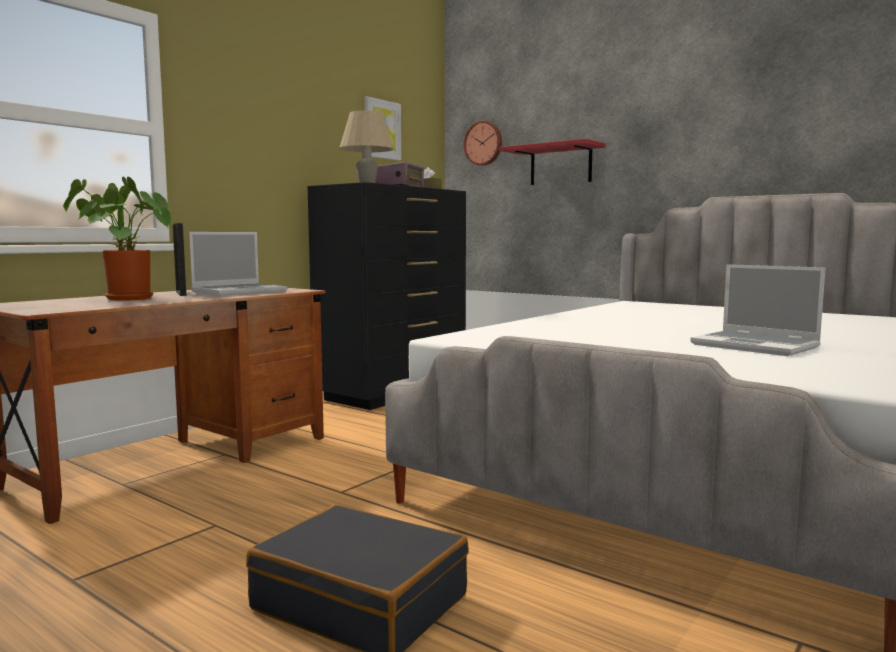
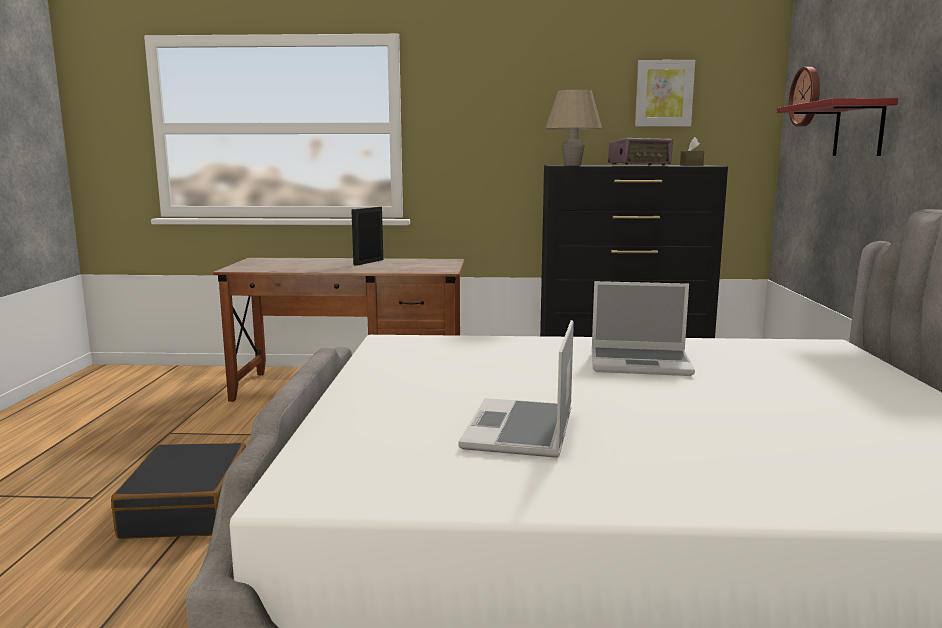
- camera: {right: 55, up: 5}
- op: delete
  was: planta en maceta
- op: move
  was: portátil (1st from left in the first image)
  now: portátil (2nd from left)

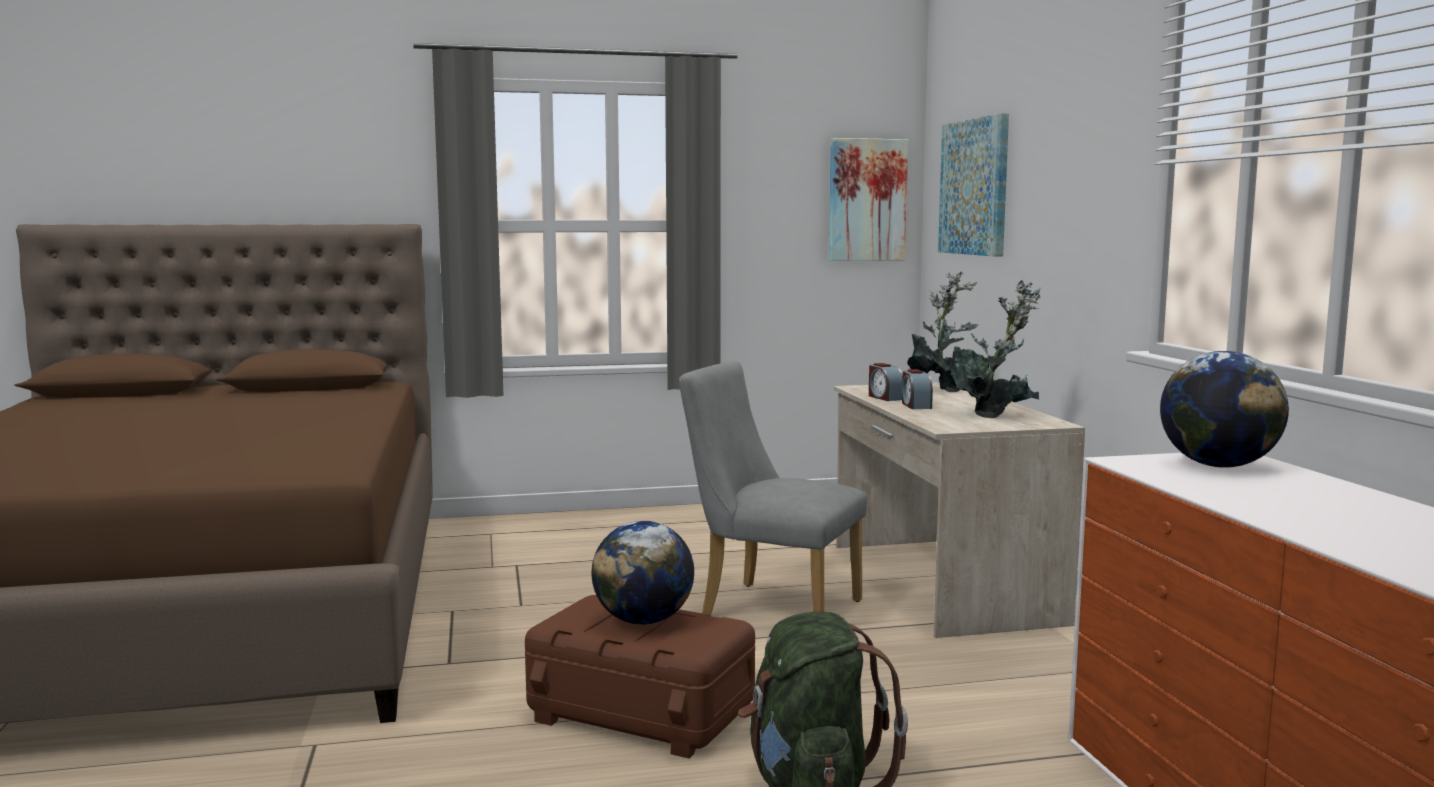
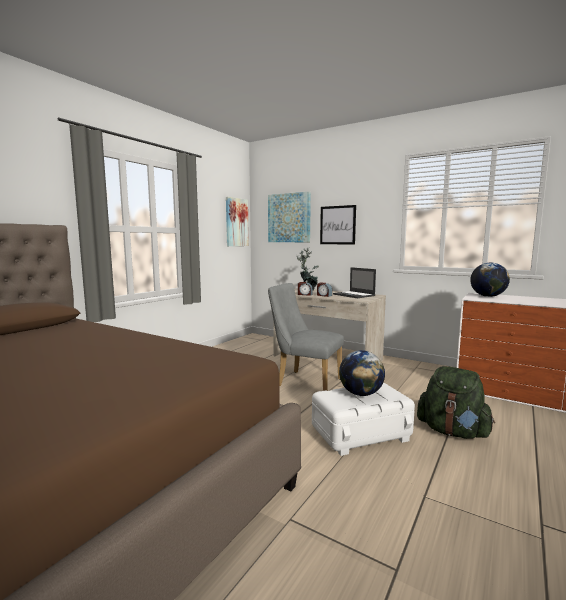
- camera: {right: -45, up: 0}
- op: recolor
  was: caja de almacenaje (marrón)
  now: caja de almacenaje (blanco)
- op: rotate
  was: silla (gris)
  clockwise: 45
- op: replace
  was: planta en maceta (2nd from left)
  now: portátil
- op: insert
  now: cuadro (3rd from left)

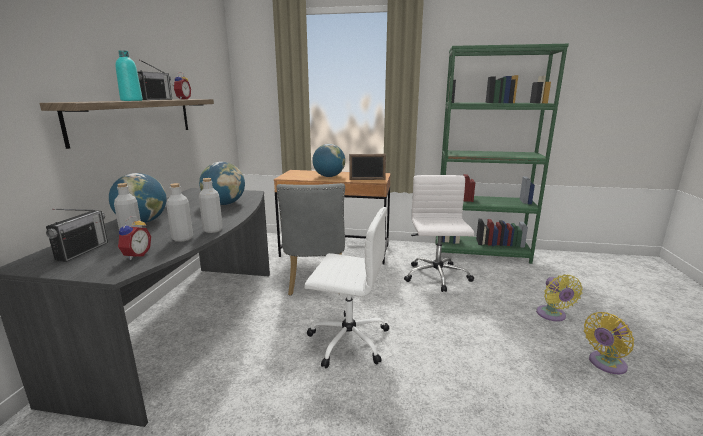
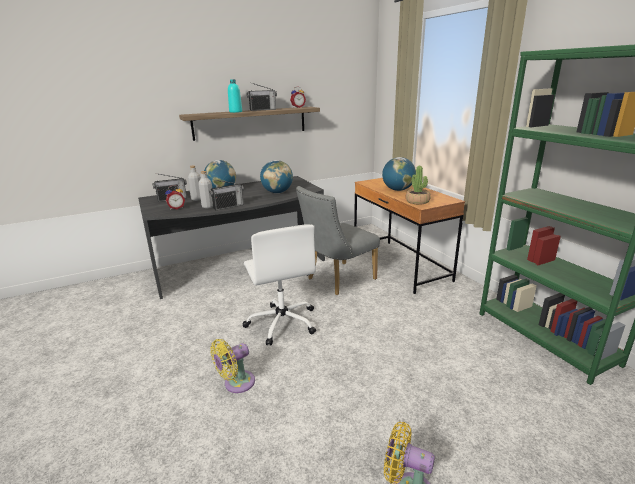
- camera: {right: 55, up: 5}
- op: replace
  was: botella (gris) (3rd from left)
  now: radio (2nd from left)
- op: replace
  was: portarretratos
  now: planta en maceta
- op: delete
  was: silla de oficina (blanco) (2nd from left)
- op: move
  was: ventilador (amarillo) (1st from left)

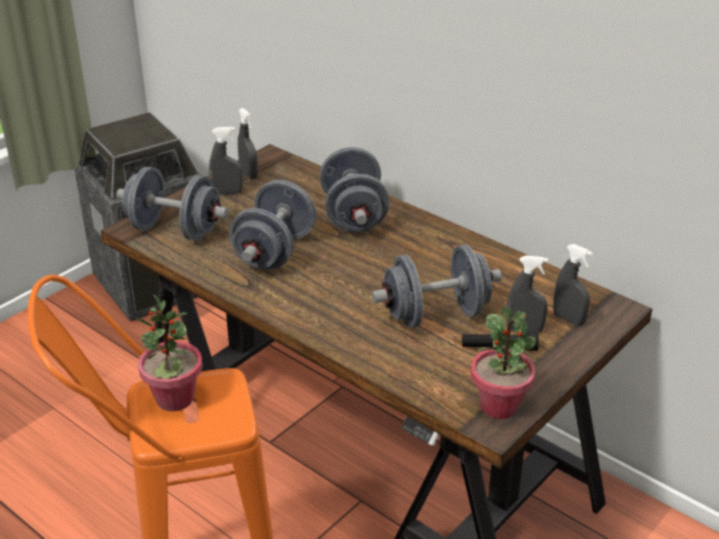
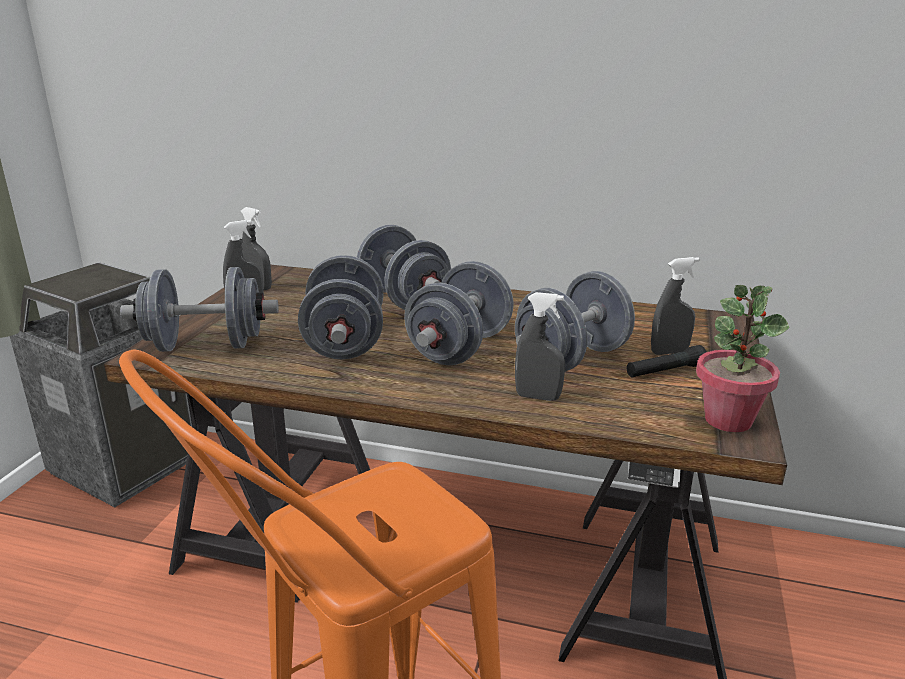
- camera: {right: -25, up: -10}
- op: delete
  was: planta en maceta (1st from left)
- op: move
  was: pulverizador (gris) (4th from left in the first image)
  now: pulverizador (gris) (3rd from left)
- op: insert
  now: mancuerna (gris) (4th from left)

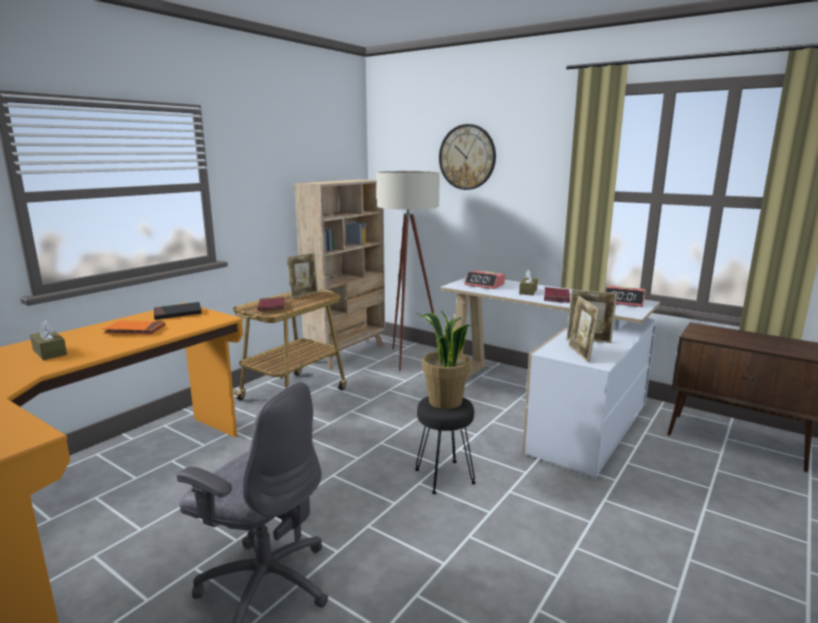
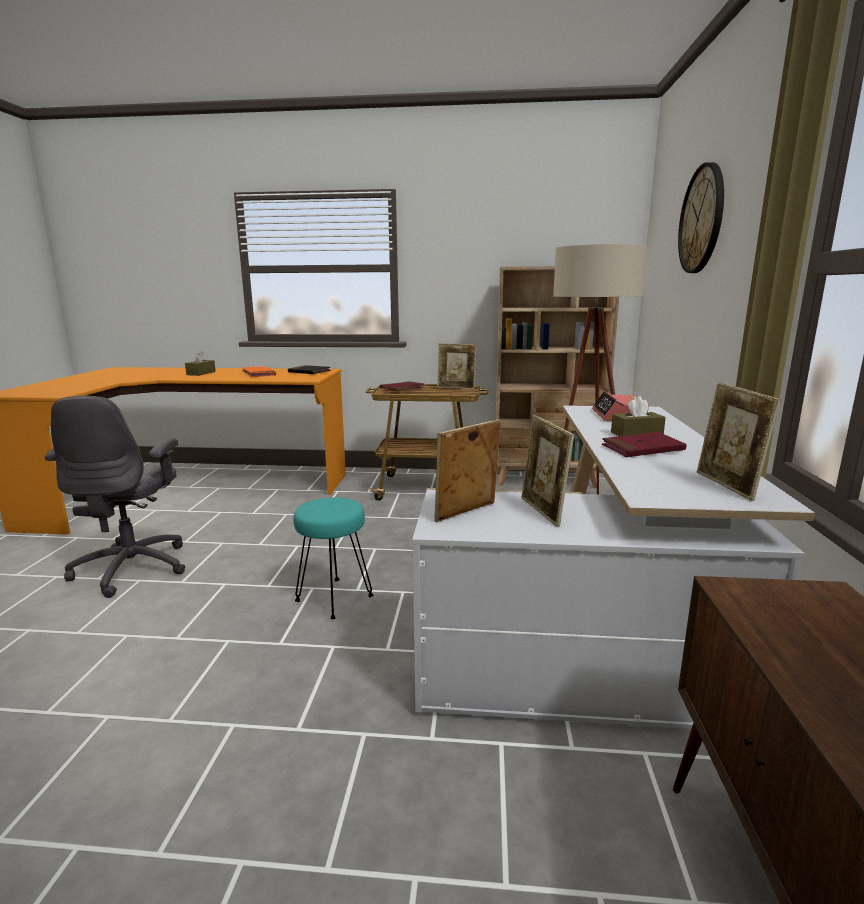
- camera: {right: 60, up: 0}
- op: recolor
  was: taburete (negro)
  now: taburete (turquesa)
- op: delete
  was: planta en maceta
- op: replace
  was: despertador (2nd from left)
  now: portarretratos (4th from left)

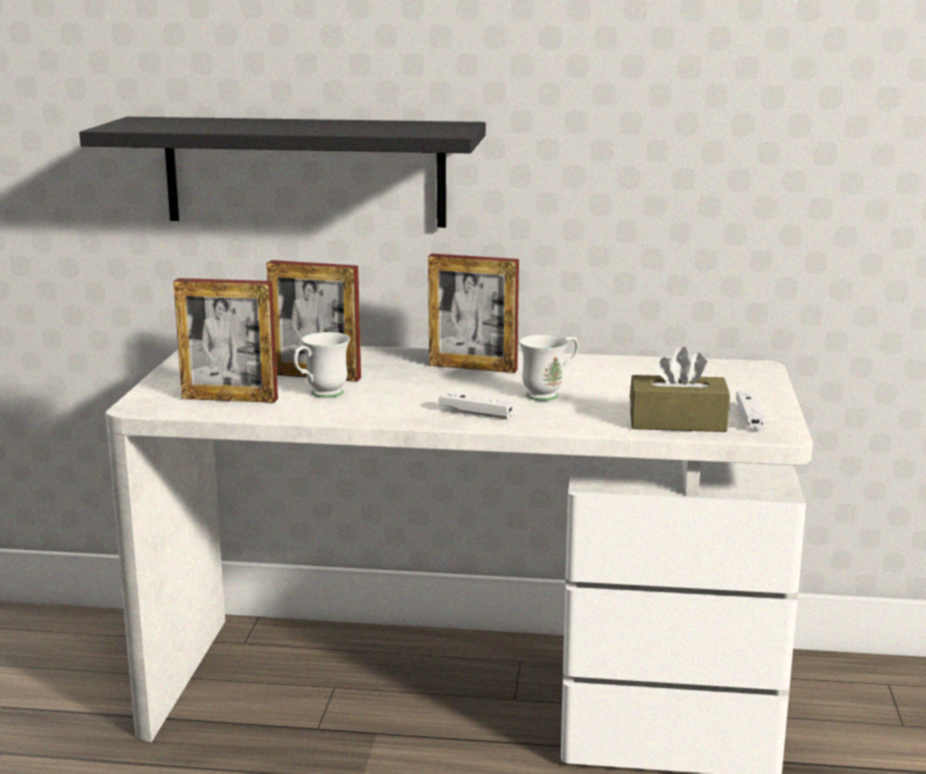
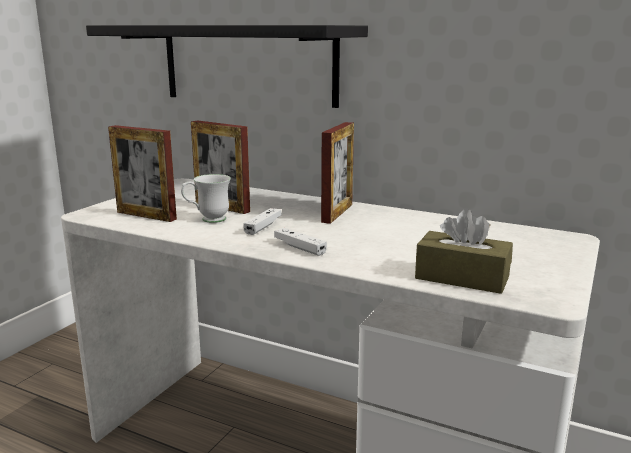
- camera: {right: 20, up: 0}
- op: rotate
  was: portarretratos (3rd from left)
  clockwise: -105
- op: delete
  was: taza grande (blanco) (2nd from left)
- op: move
  was: mando de consola (blanco) (2nd from left in the first image)
  now: mando de consola (blanco) (1st from left)

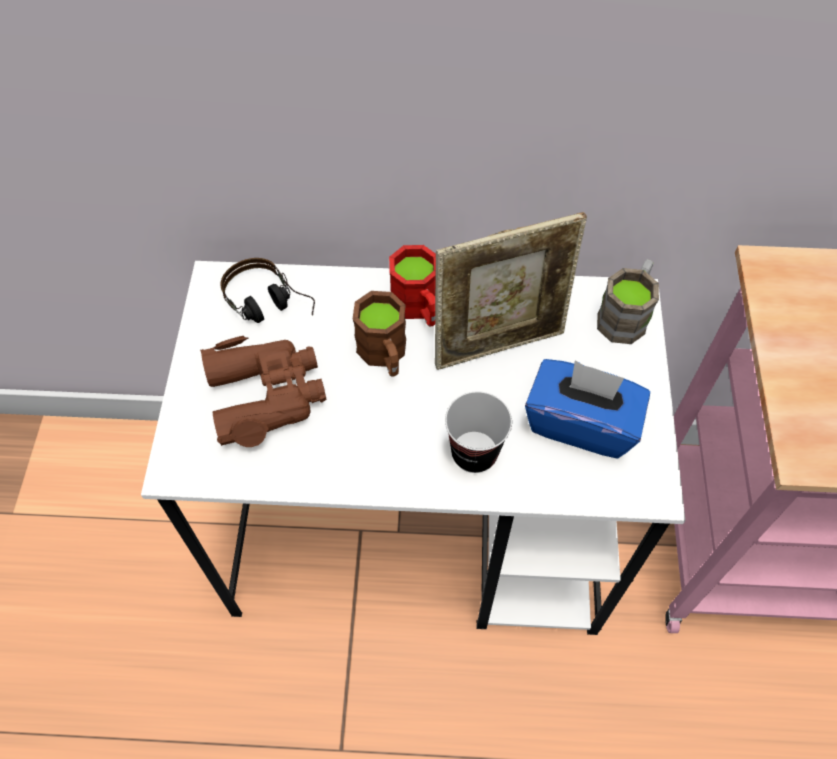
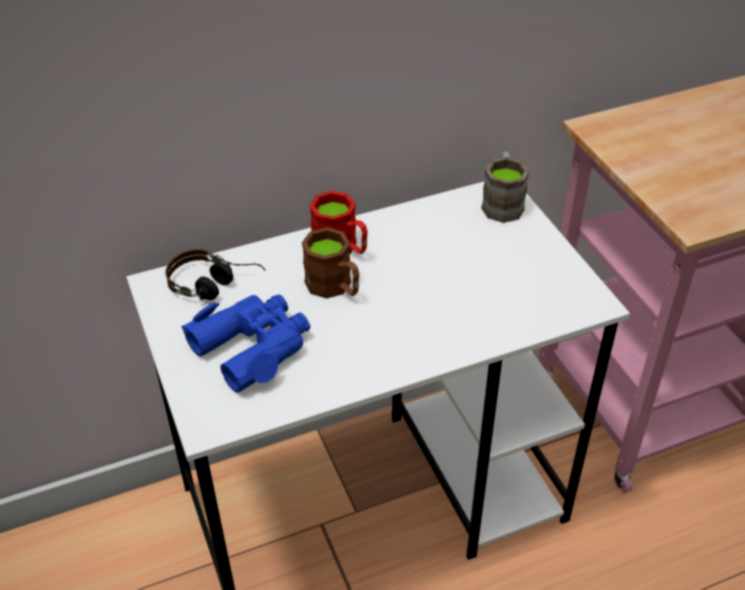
- camera: {right: -25, up: -15}
- op: recolor
  was: prismáticos (marrón)
  now: prismáticos (azul)
- op: delete
  was: portarretratos
- op: delete
  was: taza
- op: delete
  was: caja de pañuelos (azul)

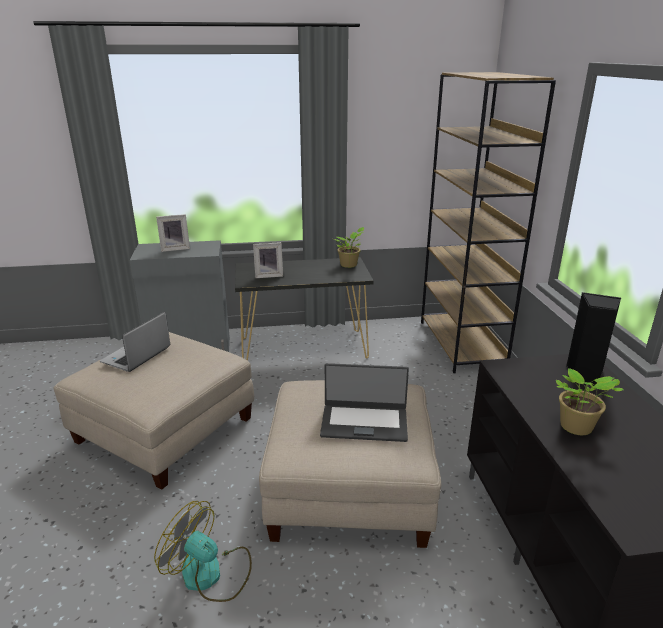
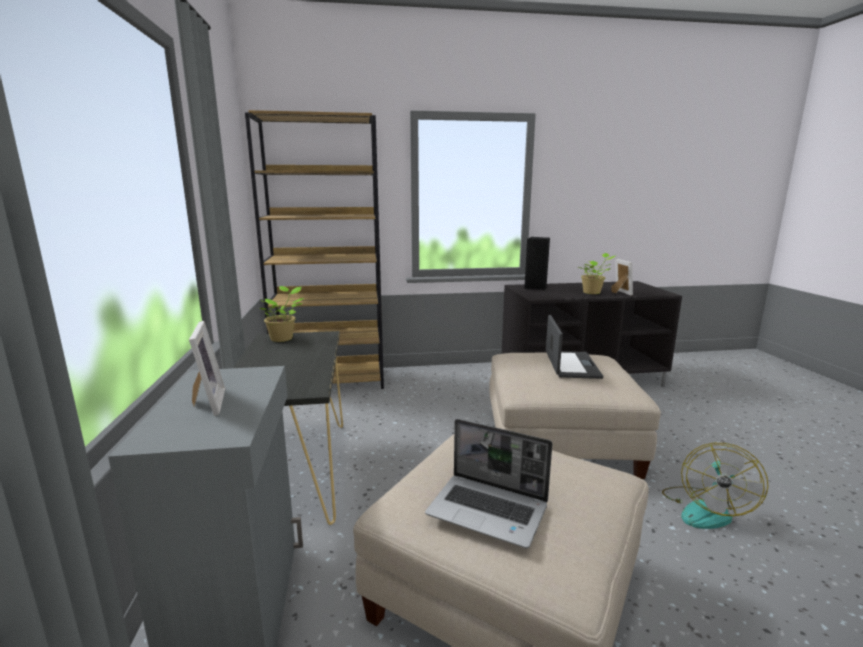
- camera: {right: -90, up: -10}
- op: move
  was: portarretratos (2nd from left)

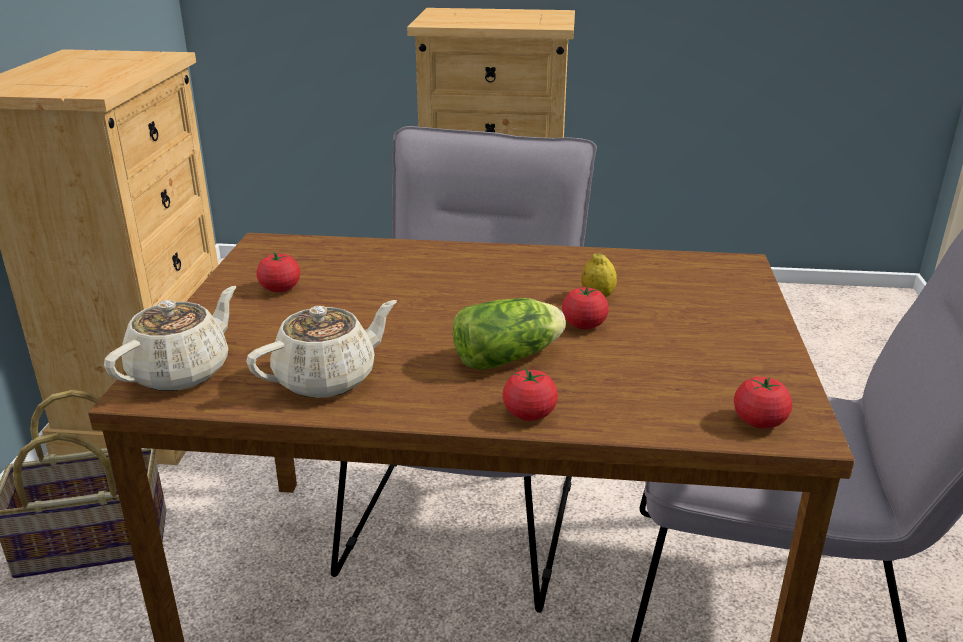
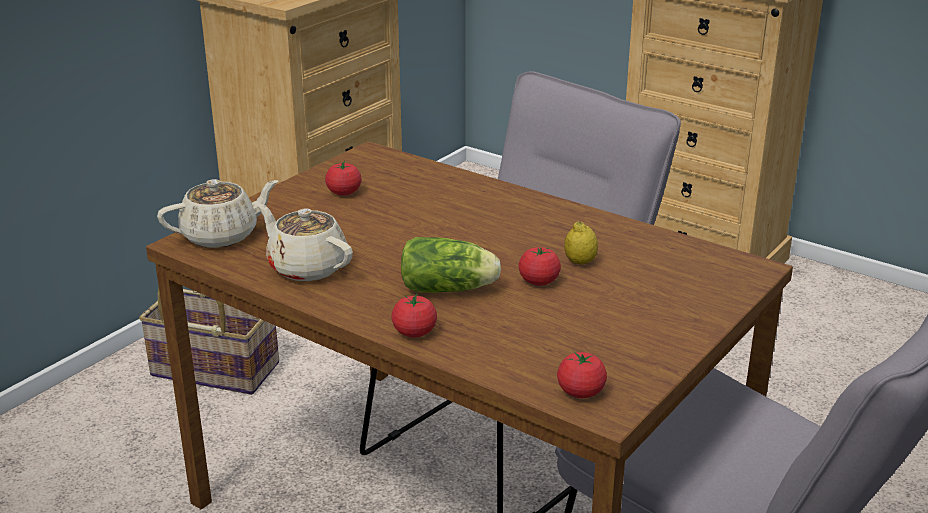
- camera: {right: 30, up: 0}
- op: rotate
  was: tetera (beis) (2nd from left)
  clockwise: -135

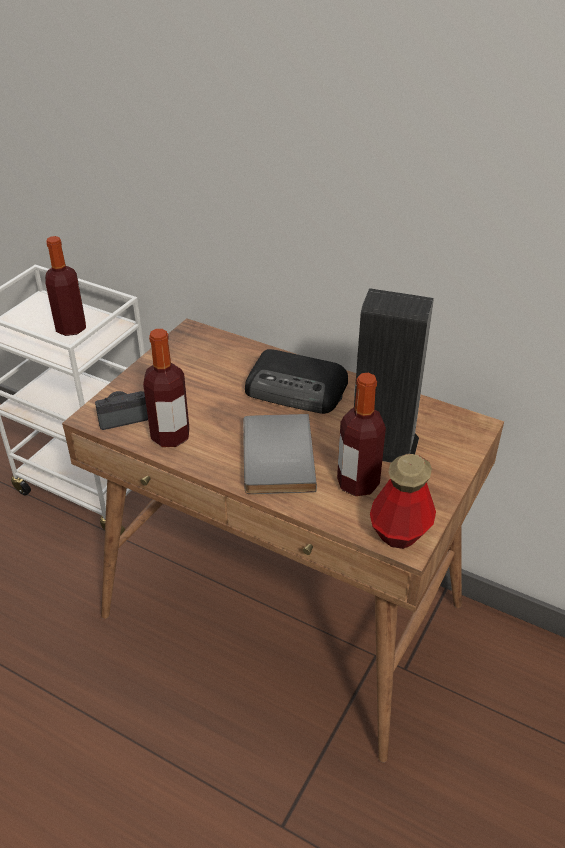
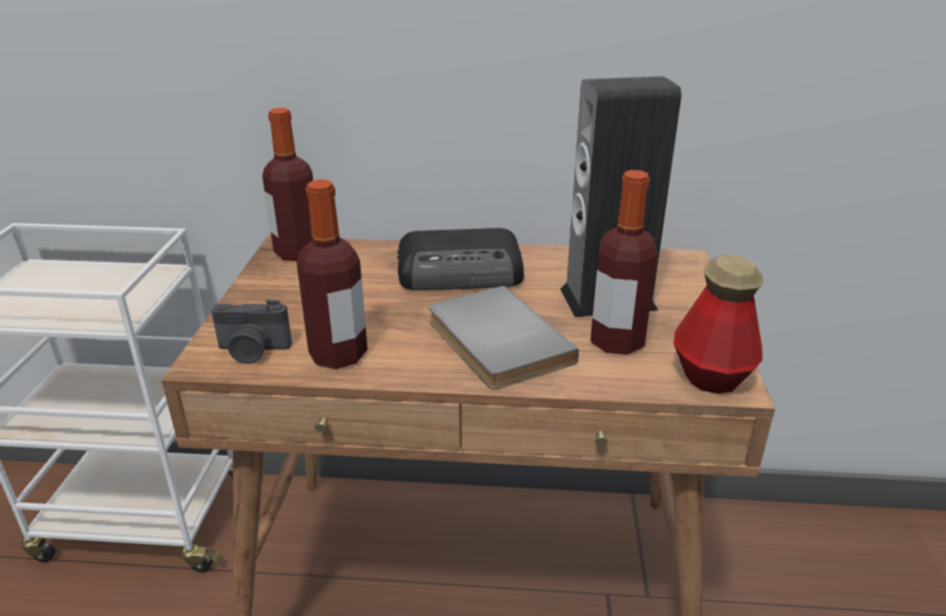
- camera: {right: -25, up: -10}
- op: move
  was: botella (1st from left)
- op: rotate
  was: cámara
  clockwise: -135

